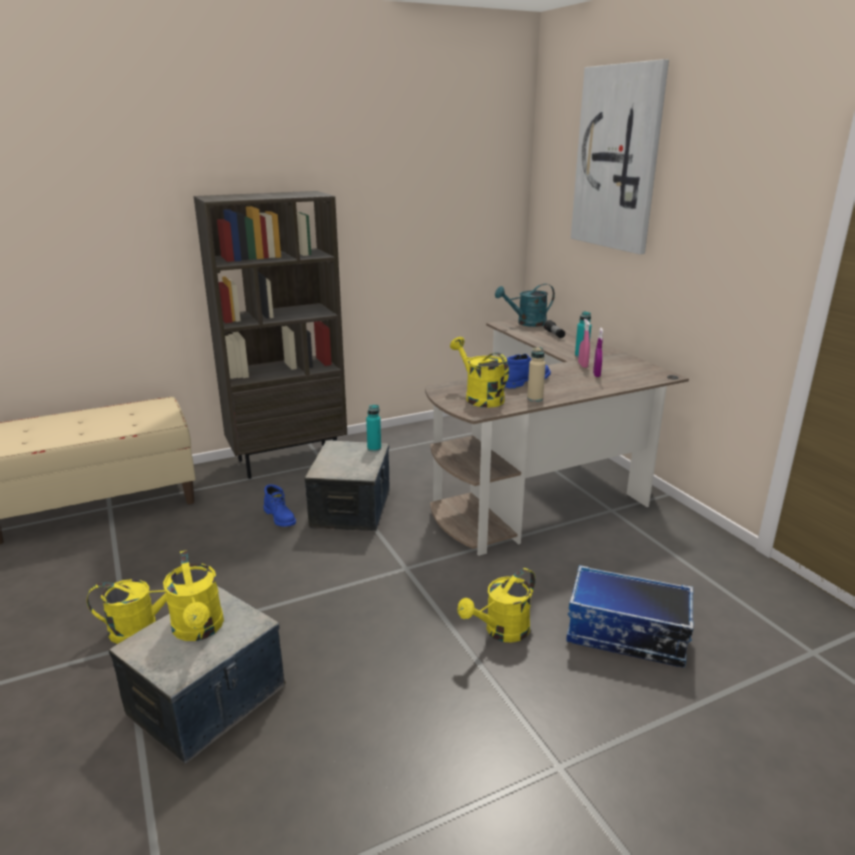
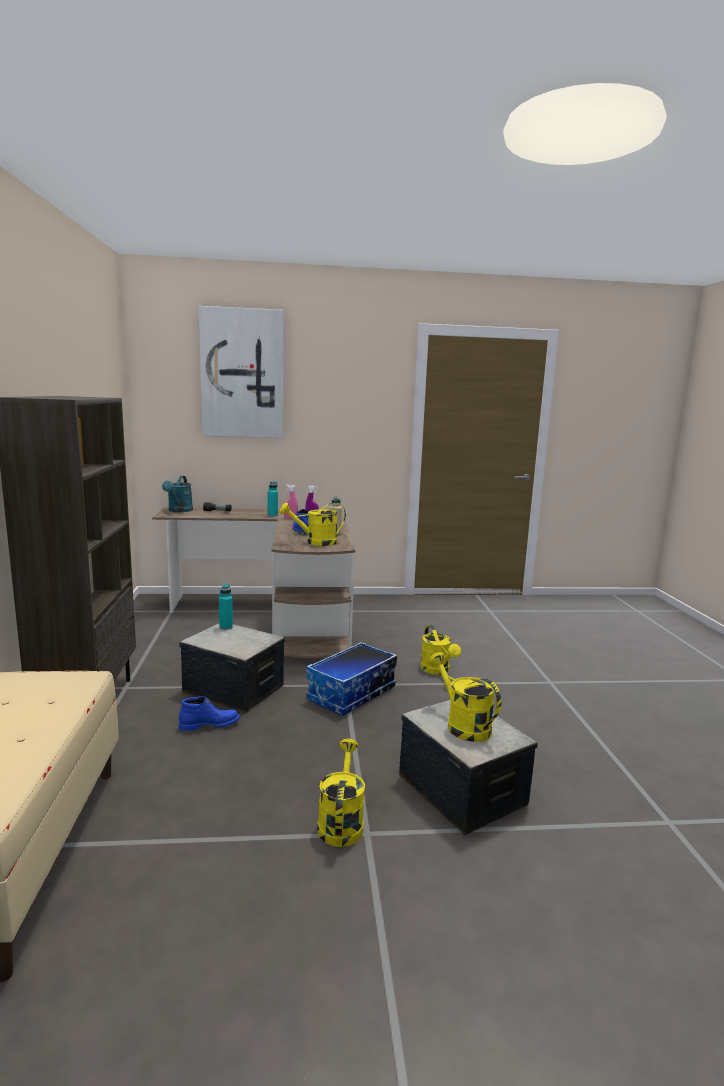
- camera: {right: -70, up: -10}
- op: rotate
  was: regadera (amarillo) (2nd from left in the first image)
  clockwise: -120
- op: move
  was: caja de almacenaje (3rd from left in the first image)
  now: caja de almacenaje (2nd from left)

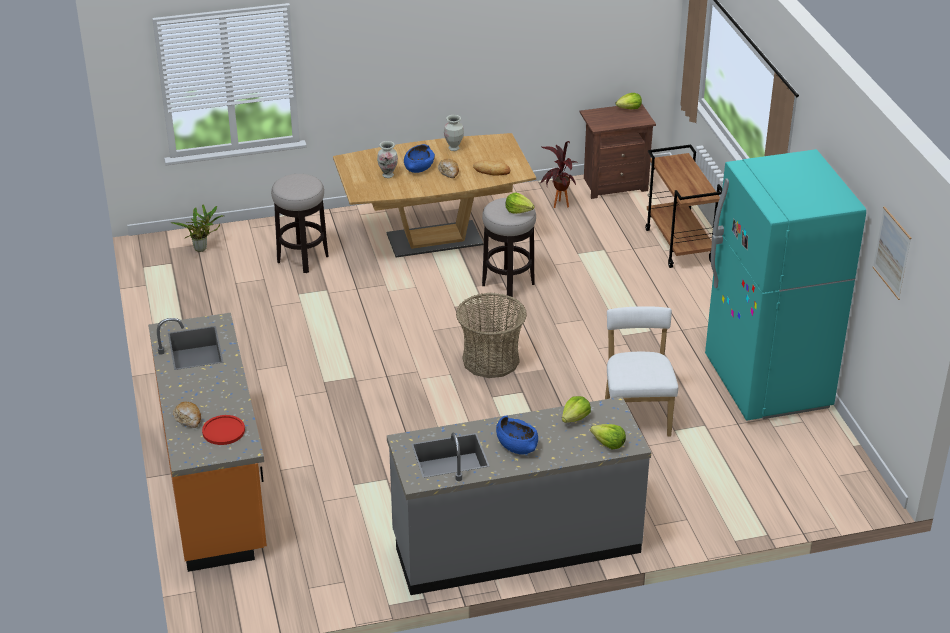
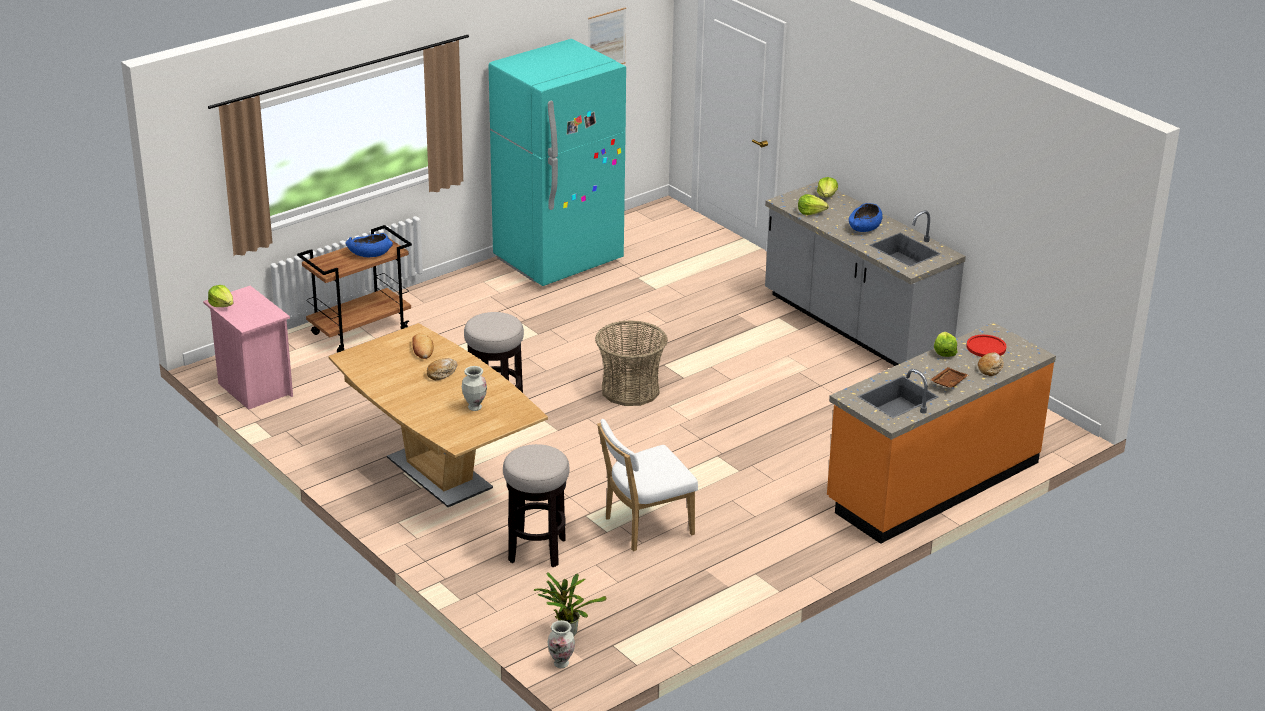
- camera: {right: -115, up: -5}
- op: move
  was: cuenco (azul) (1st from left)
- op: move
  was: florero (2nd from left)
- op: move
  was: lechuga (1st from left in the first image)
  now: lechuga (4th from left)
- op: delete
  was: planta en maceta (2nd from left)
- op: recolor
  was: mesita de noche (marrón)
  now: mesita de noche (rosa)
- op: move
  was: silla (blanco)
- op: insert
  now: bandeja (marrón)

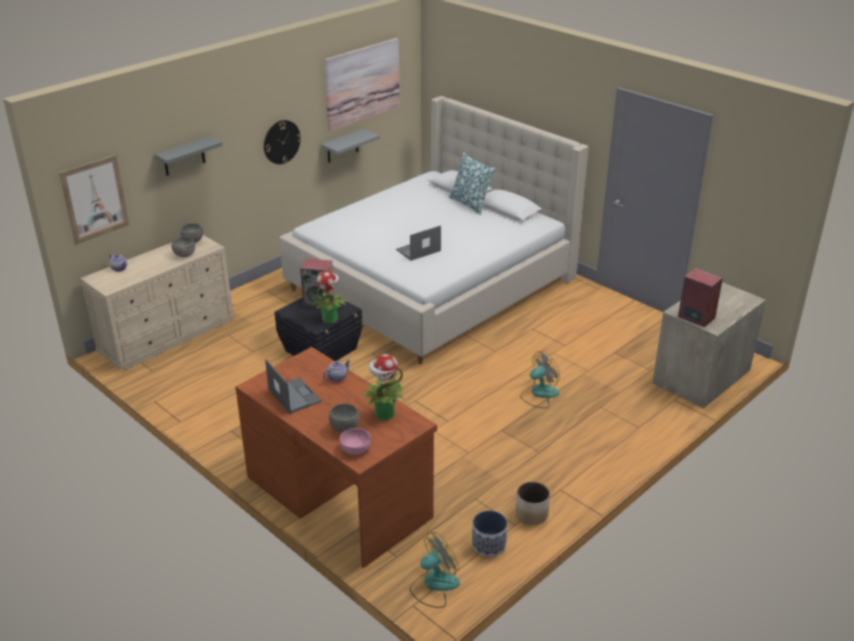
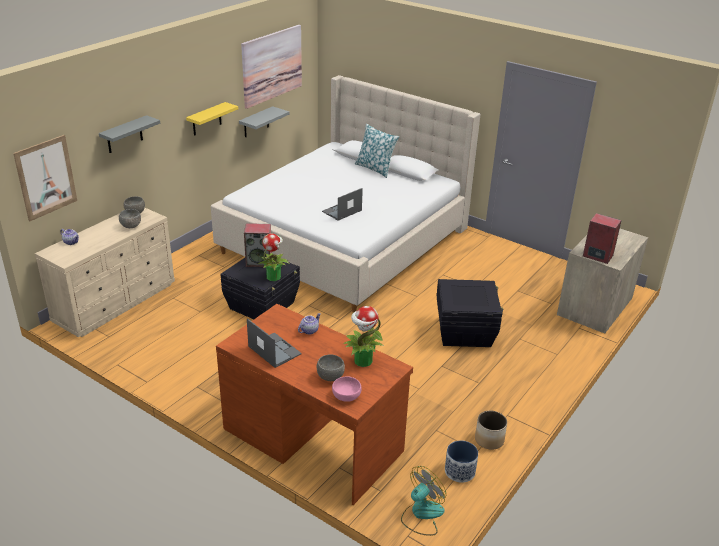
- camera: {right: -10, up: 0}
- op: replace
  was: reloj de pared
  now: estante (amarillo)
- op: replace
  was: ventilador (2nd from left)
  now: caja de almacenaje (negro) (2nd from left)

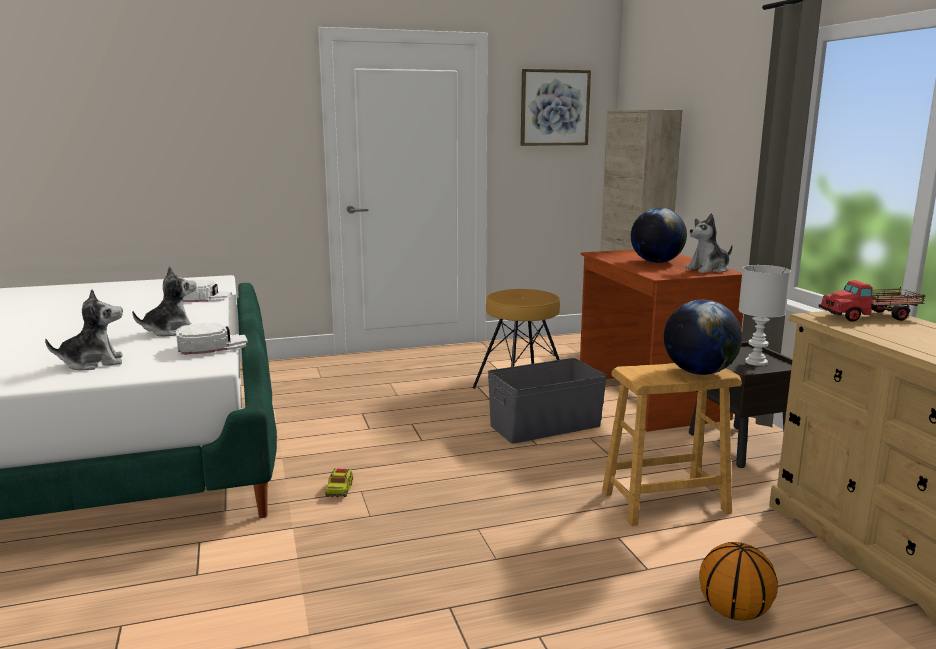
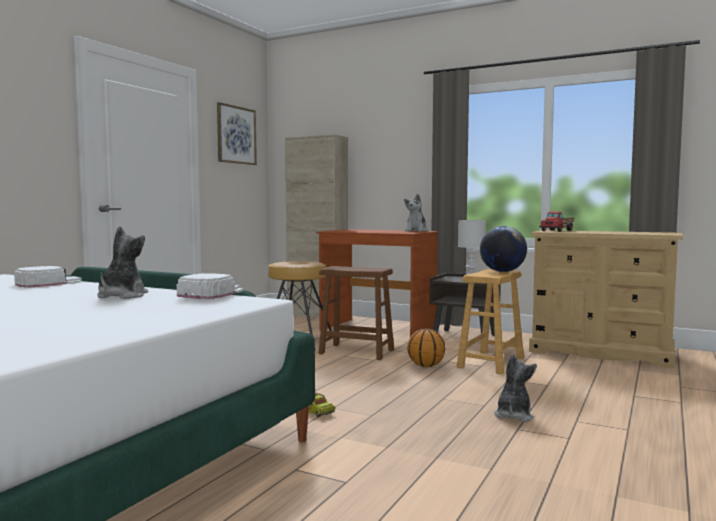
- camera: {right: -45, up: -10}
- op: move
  was: peluche (1st from left in the first image)
  now: peluche (3rd from left)
- op: replace
  was: caja de almacenaje (gris)
  now: taburete (marrón) (2nd from left)
- op: delete
  was: globo terráqueo (1st from left)
- op: move
  was: balón de baloncesto

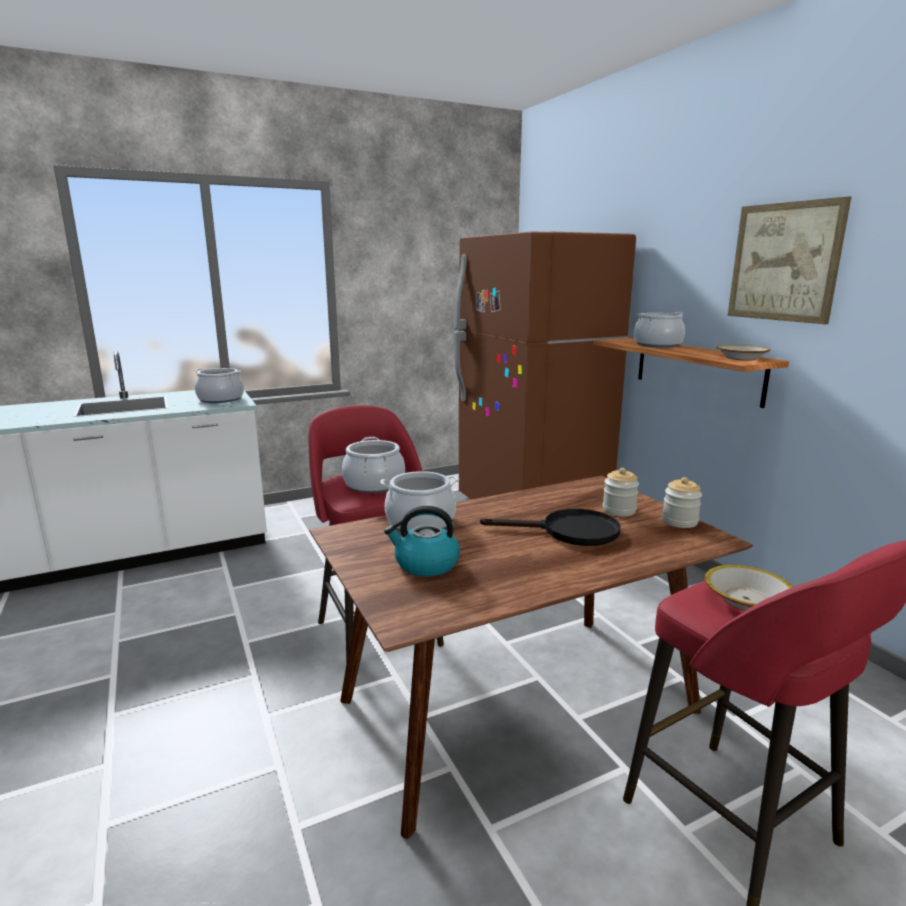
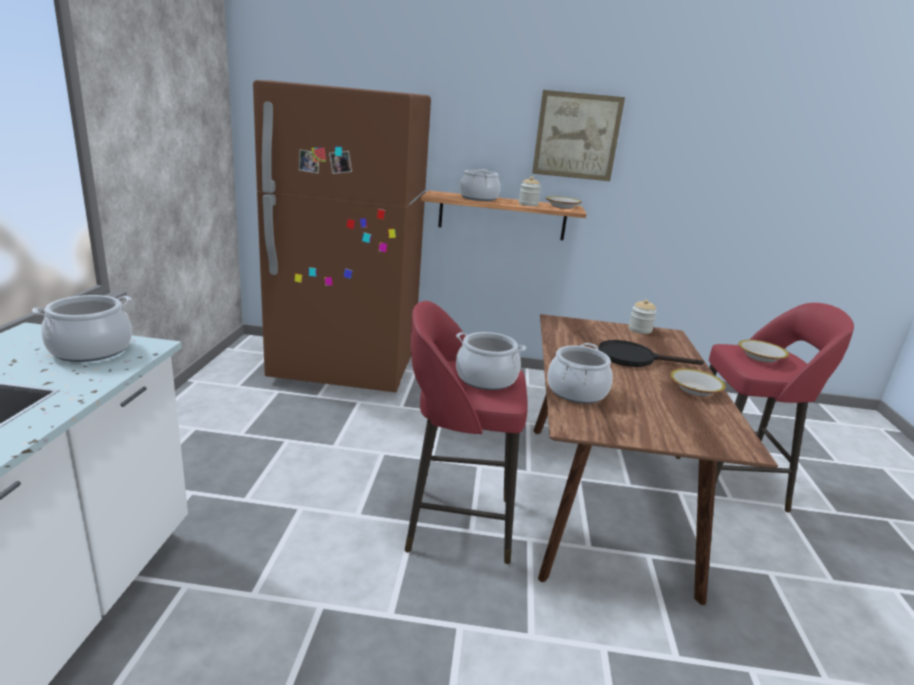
- camera: {right: -60, up: 5}
- op: delete
  was: hervidor
- op: rotate
  was: sartén (negro)
  clockwise: -120
- op: move
  was: tarro (1st from left)
- op: insert
  now: cuenco (2nd from left)

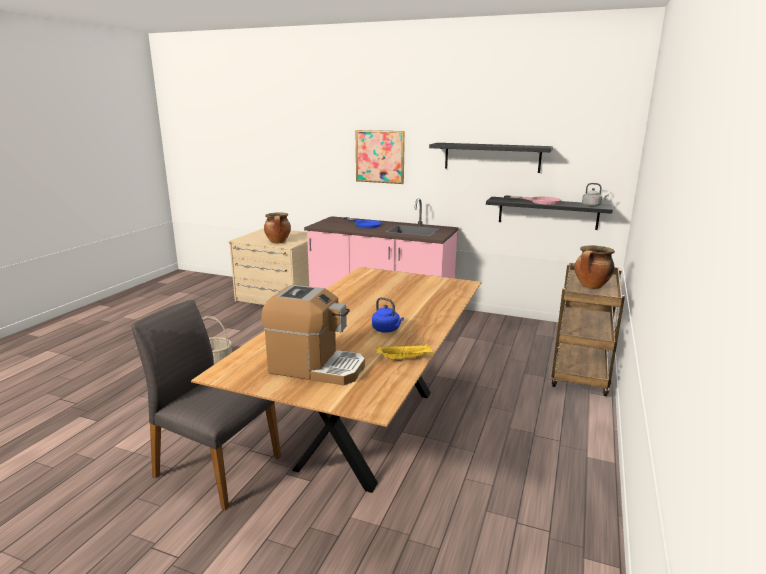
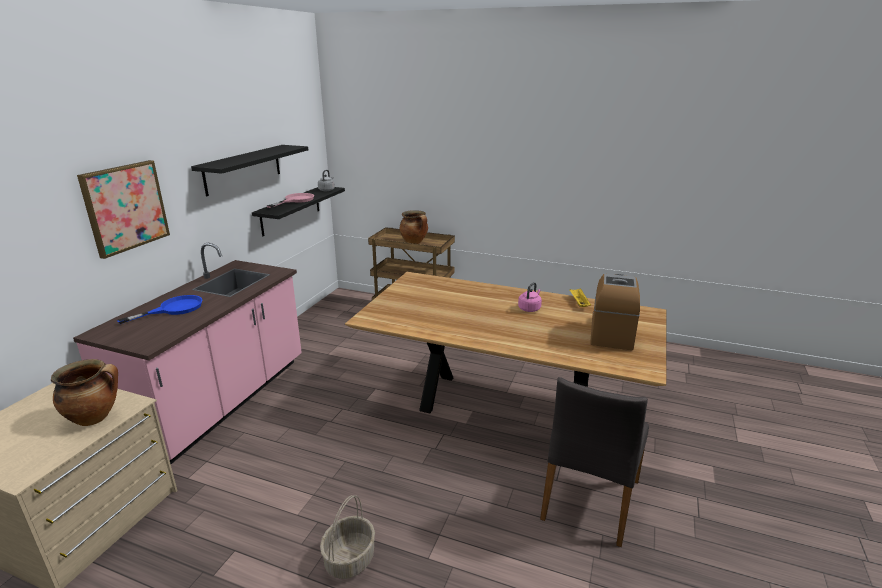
- camera: {right: -90, up: 5}
- op: recolor
  was: hervidor (azul)
  now: hervidor (rosa)

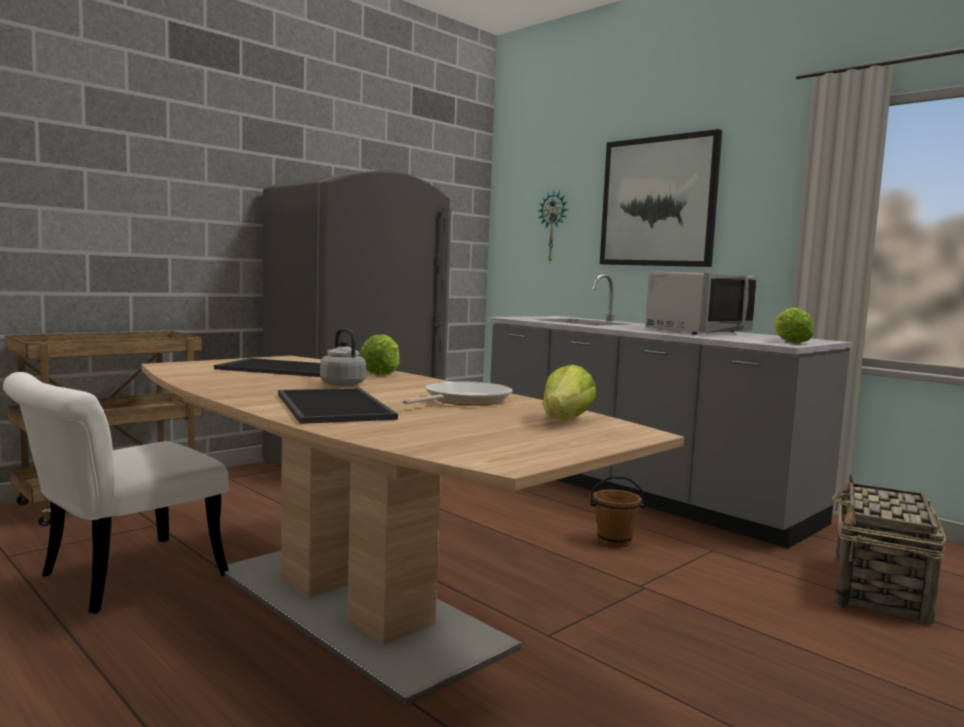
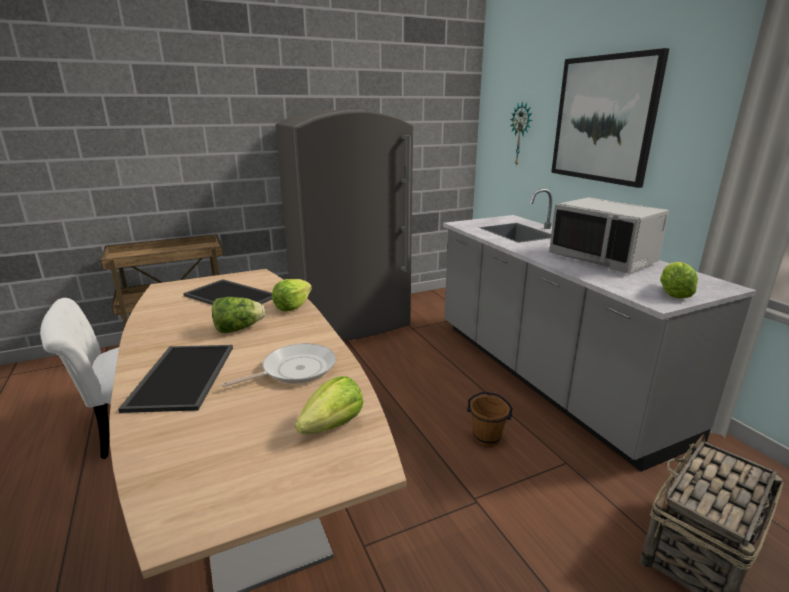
- camera: {right: 20, up: 15}
- op: replace
  was: hervidor (gris)
  now: lechuga (1st from left)
- op: rotate
  was: microondas (gris)
  clockwise: 75

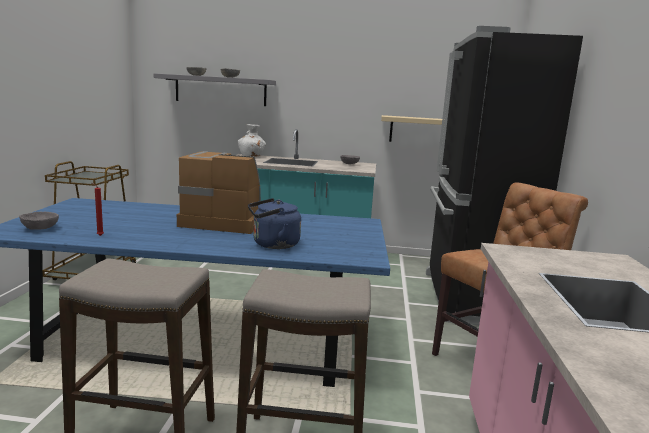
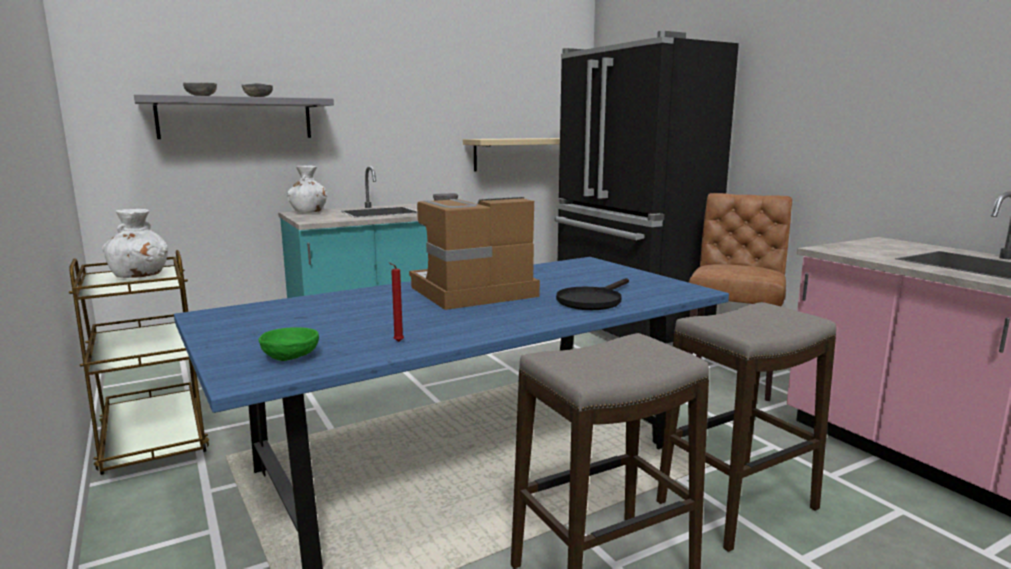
- camera: {right: -35, up: 0}
- op: recolor
  was: cuenco (gris) (1st from left)
  now: cuenco (verde)
- op: replace
  was: hervidor (azul)
  now: sartén (negro)
- op: insert
  now: florero (blanco) (1st from left)

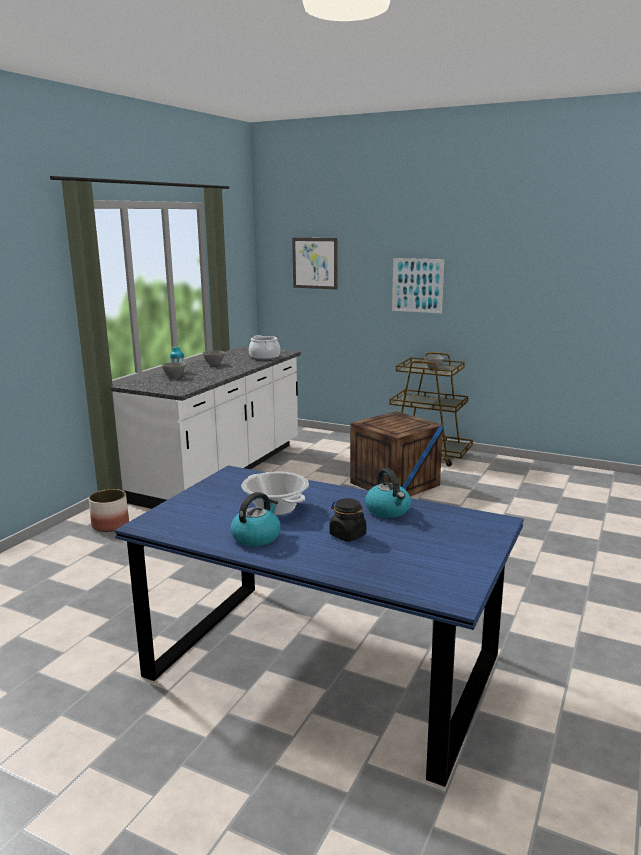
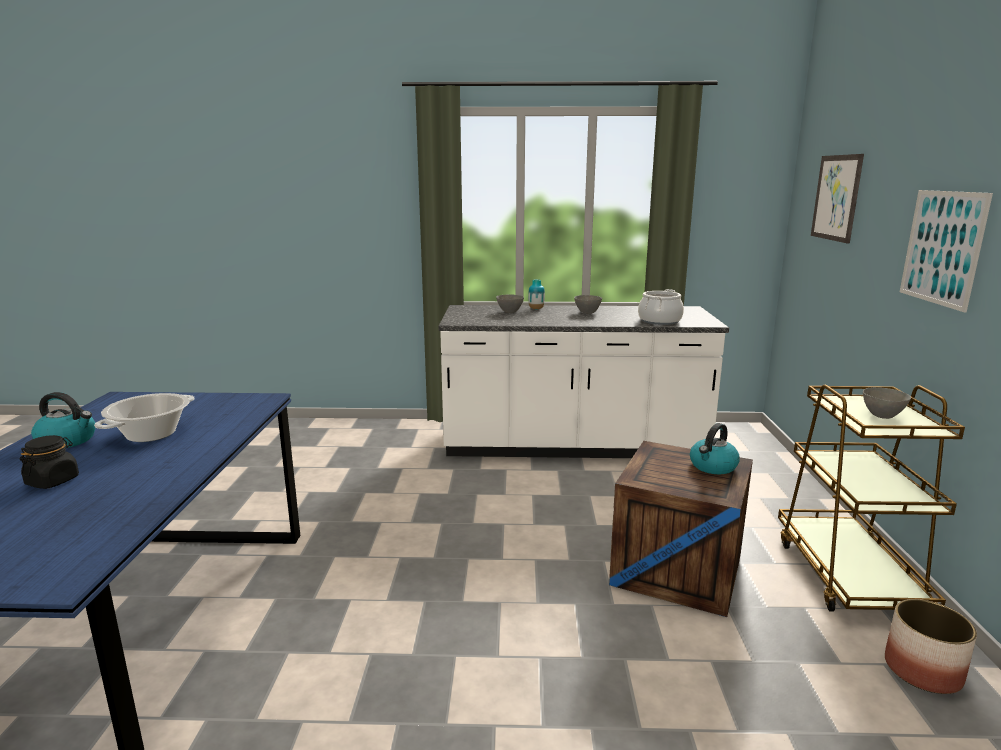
- camera: {right: 65, up: 0}
- op: move
  was: maceta
- op: move
  was: hervidor (2nd from left)

